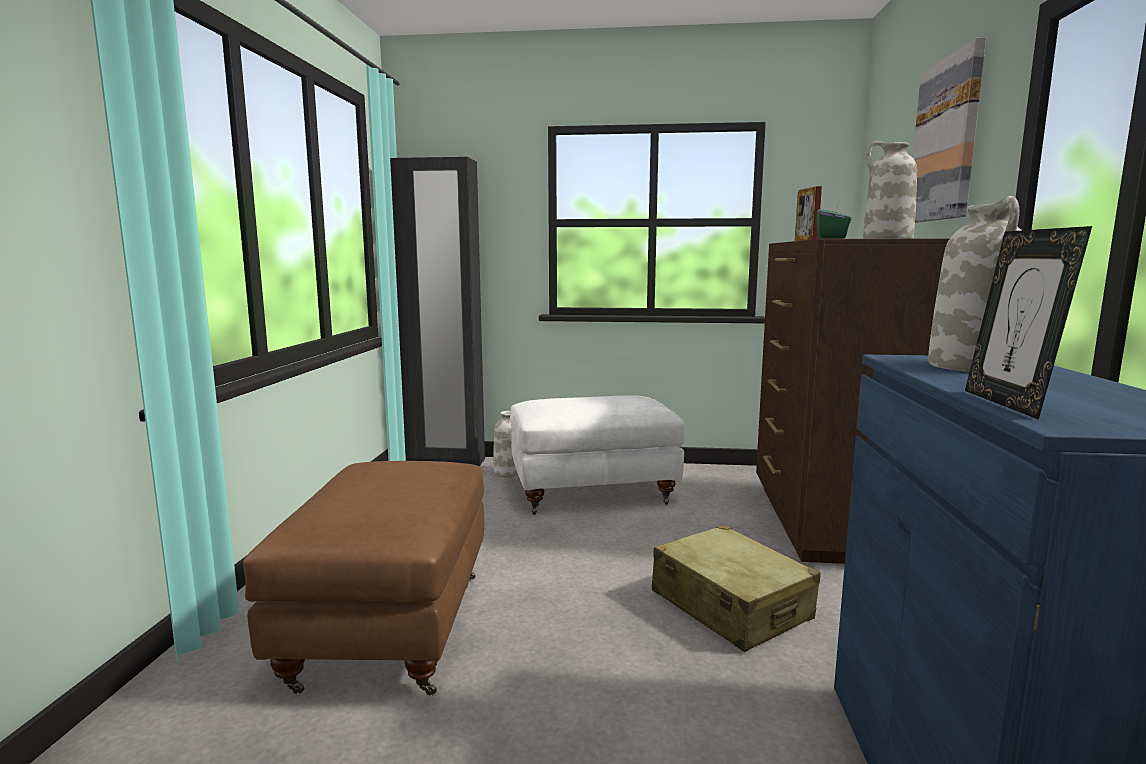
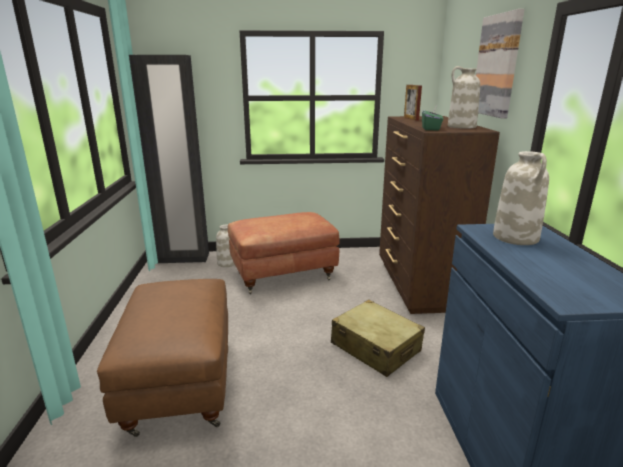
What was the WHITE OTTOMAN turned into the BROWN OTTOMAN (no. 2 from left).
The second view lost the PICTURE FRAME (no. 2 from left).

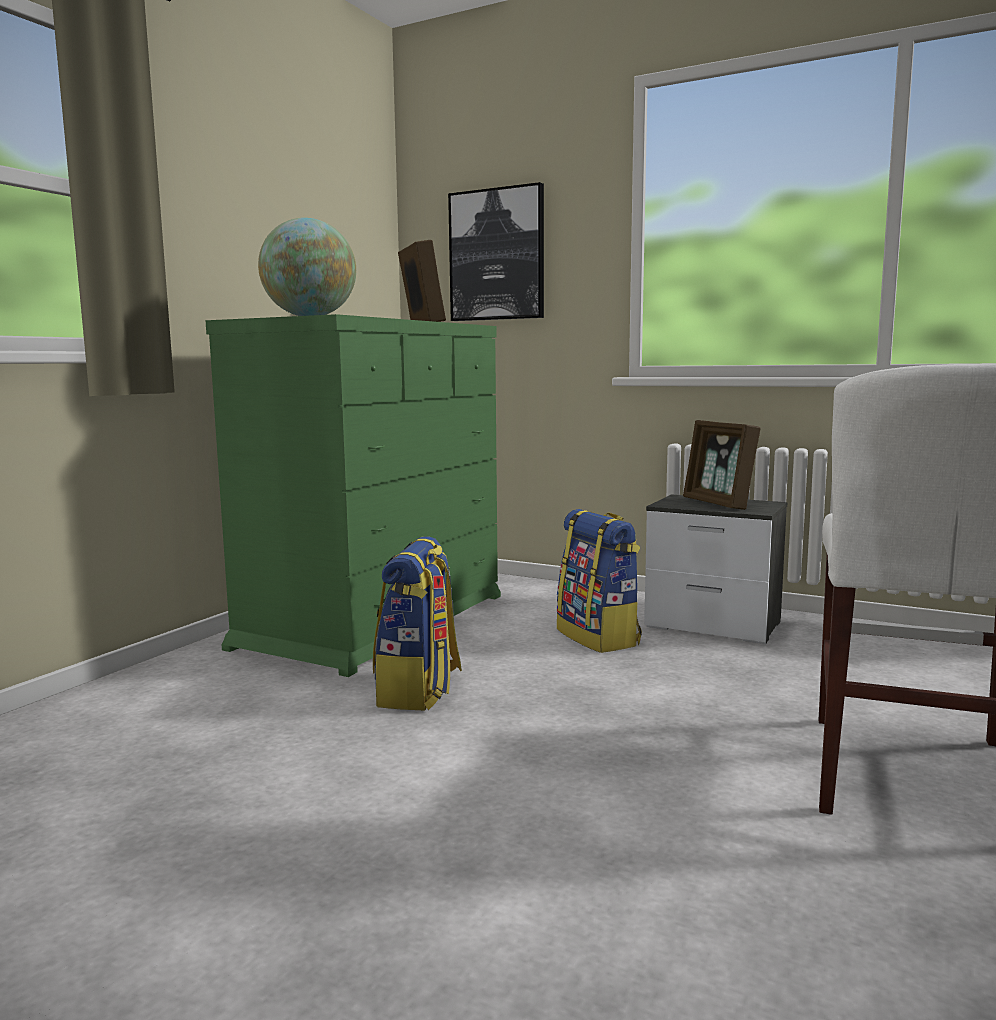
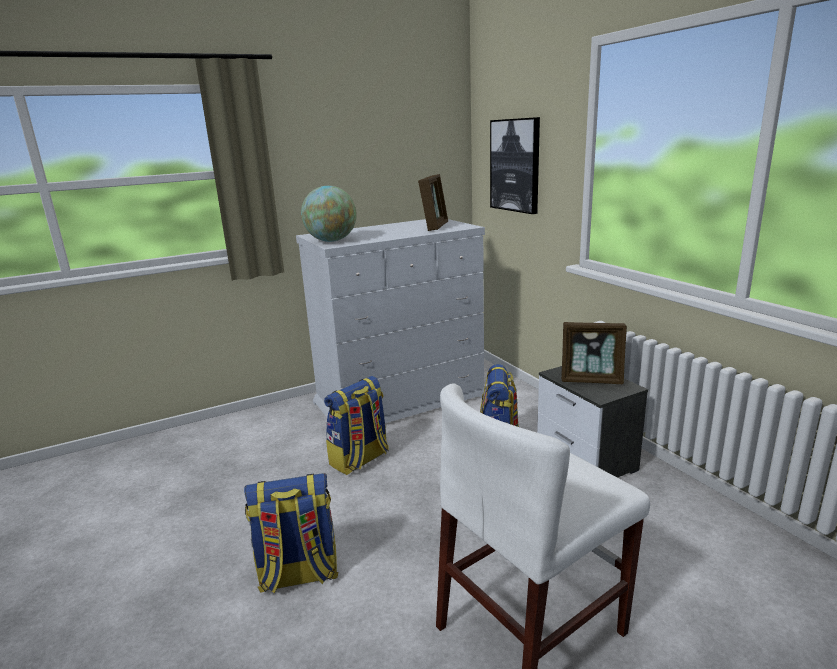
The second view gained the BACKPACK (no. 1 from left).
What was the GREEN DRESSER turned into the WHITE DRESSER.
The PICTURE FRAME (no. 2 from left) ended up facing another way, 90 degrees counterclockwise from before.

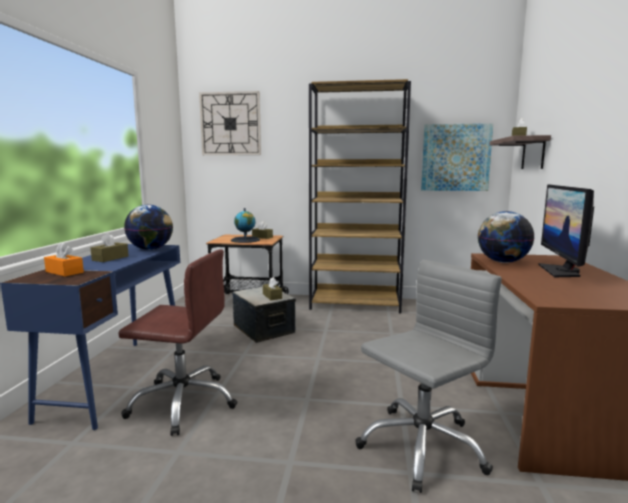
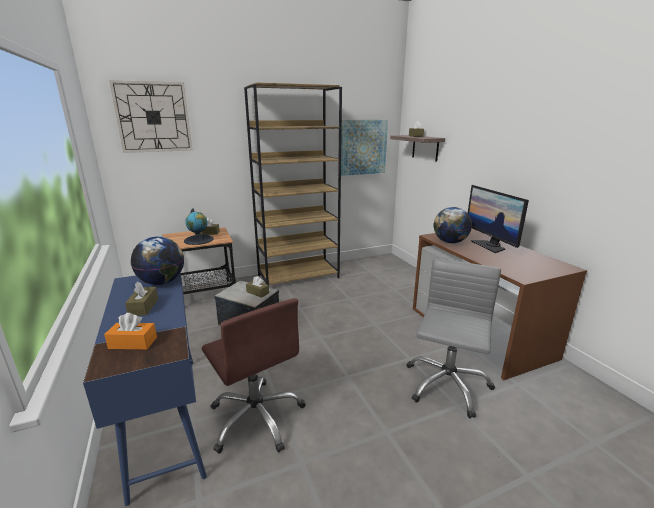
The BROWN OFFICE CHAIR ended up facing another way, 75 degrees clockwise from before.

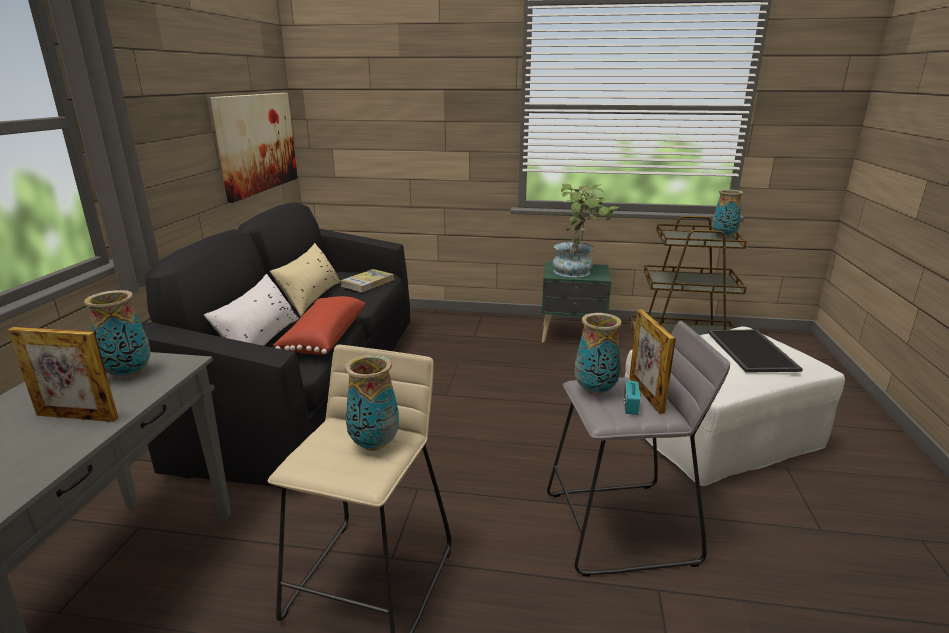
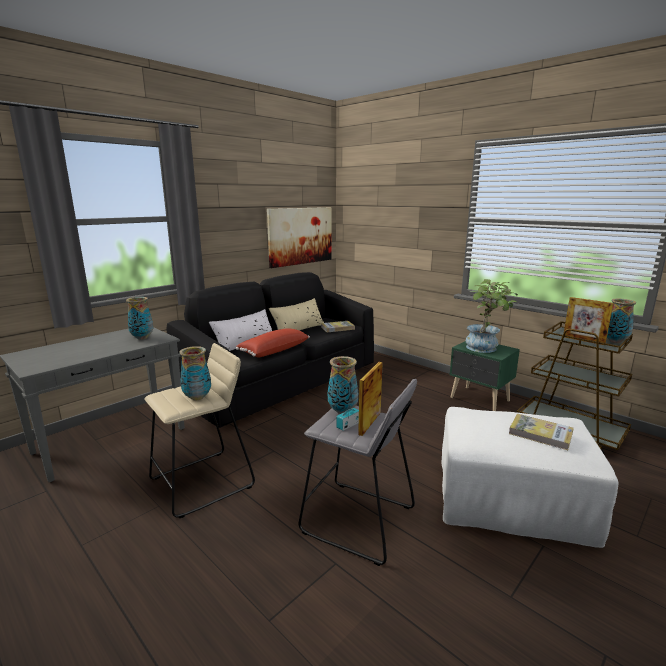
Where the TRAY stood, the BOOK (no. 2 from left) came to stand.
The PICTURE FRAME (no. 1 from left in the first image) ended up elsewhere.

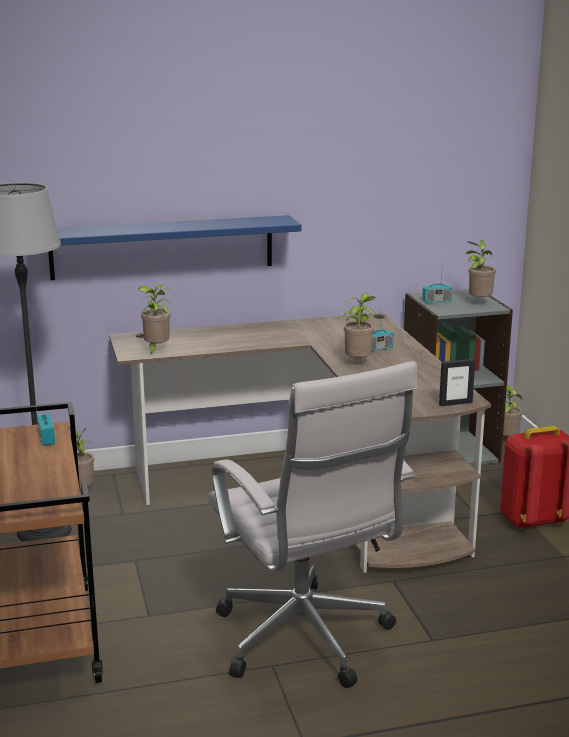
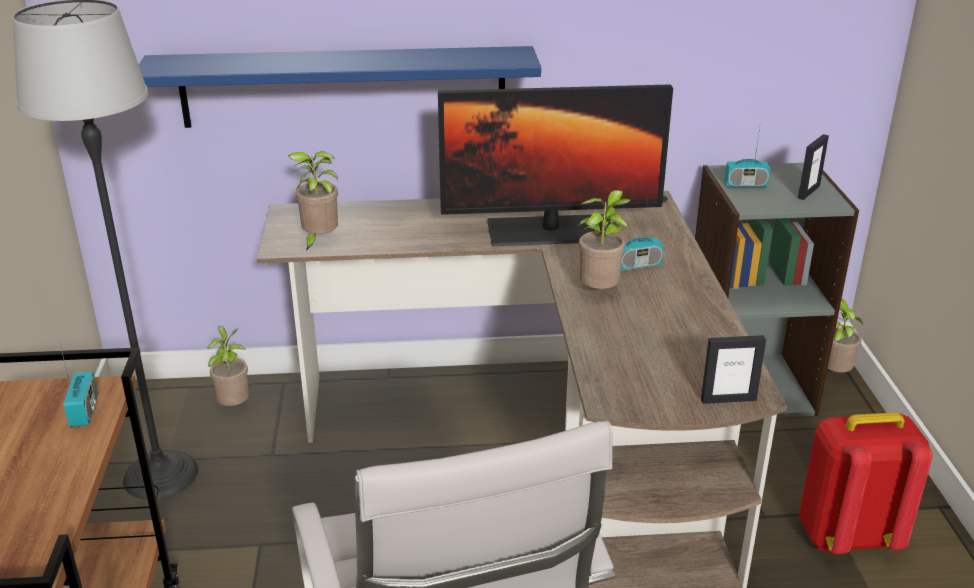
The second view gained the MONITOR.
Where the POTTED PLANT (no. 4 from left) stood, the PICTURE FRAME (no. 2 from left) came to stand.

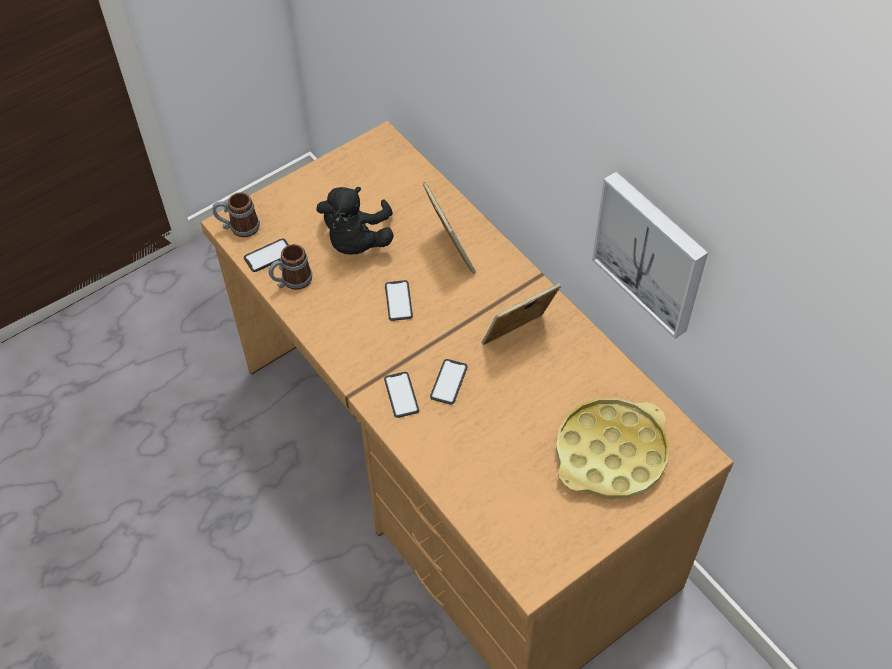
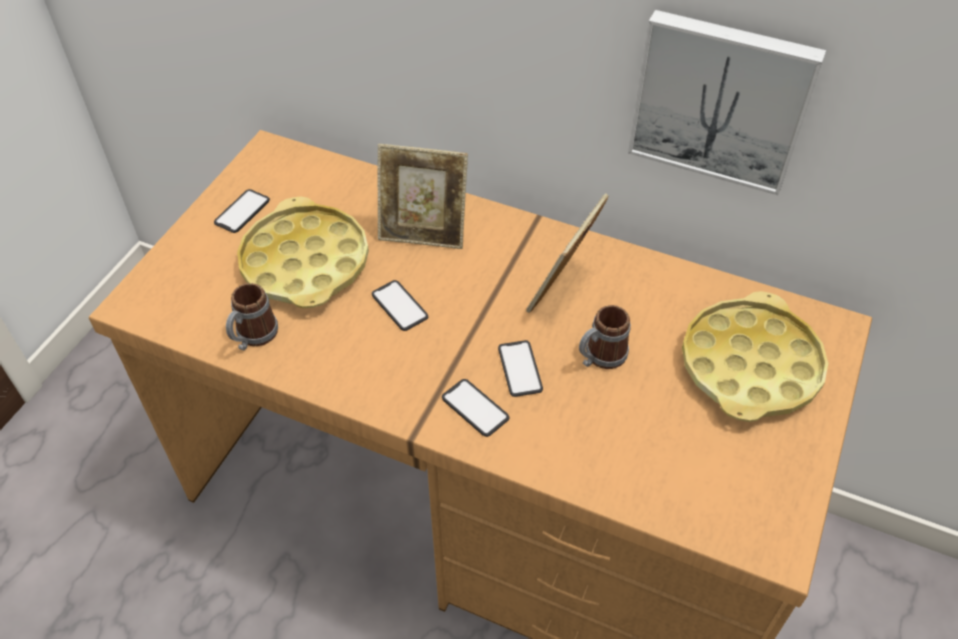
The PHONE (no. 1 from left) ended up elsewhere.
Where the BLACK PLUSH TOY stood, the YELLOW TRAY (no. 1 from left) came to stand.
The PICTURE FRAME (no. 1 from left) ended up facing another way, 150 degrees clockwise from before.
The MUG (no. 1 from left in the first image) ended up elsewhere.

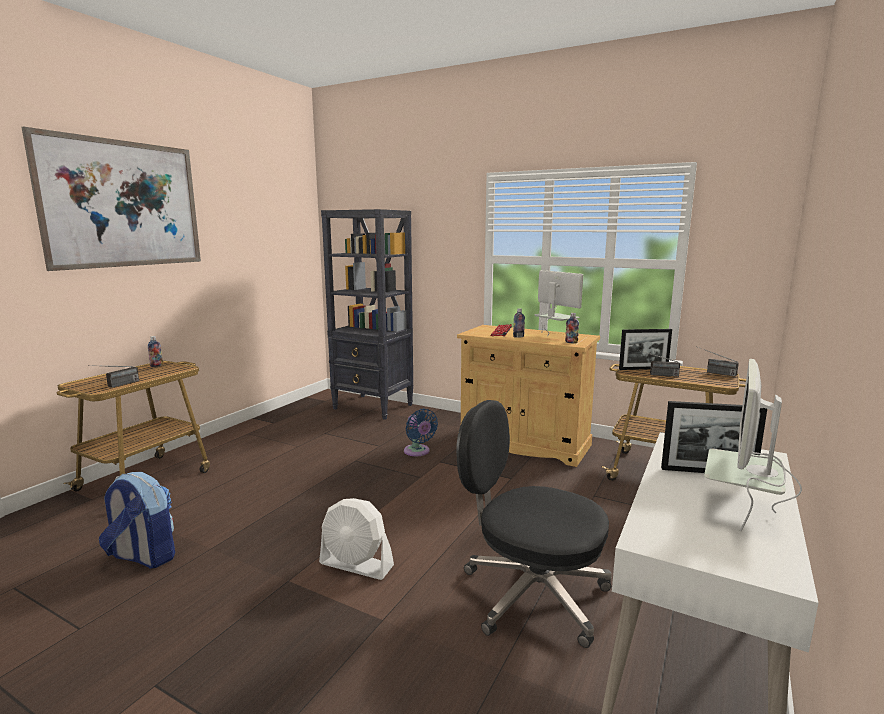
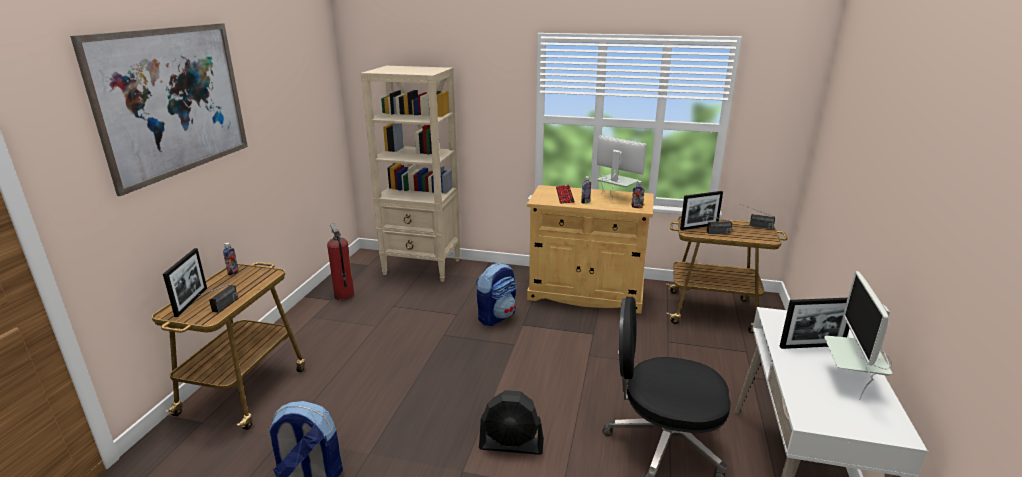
The second view gained the PICTURE FRAME (no. 1 from left).
The second view gained the FIRE EXTINGUISHER.
What was the BLACK BOOKCASE turned into the BEIGE BOOKCASE.
Where the BLUE FAN stood, the BACKPACK (no. 2 from left) came to stand.
What was the WHITE FAN turned into the BLACK FAN.

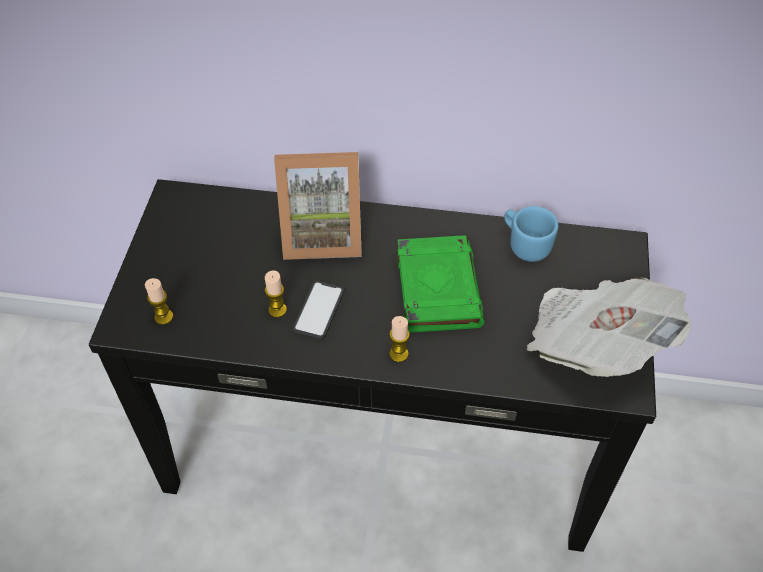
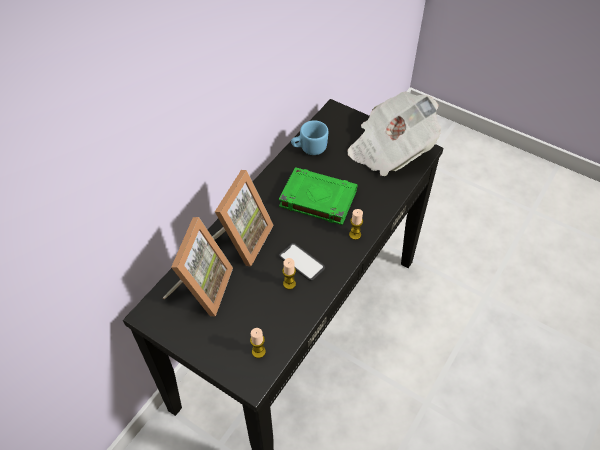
The second view gained the PICTURE FRAME (no. 1 from left).

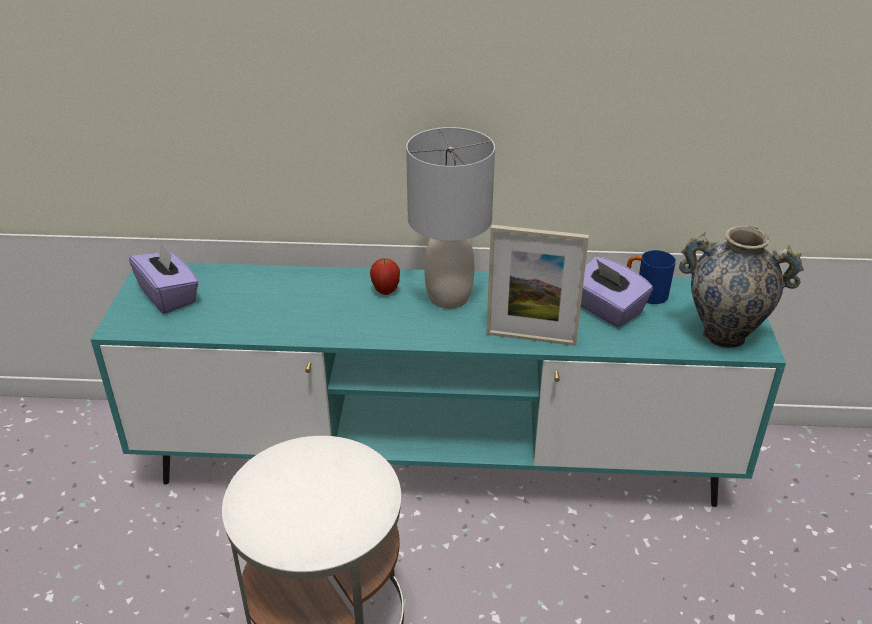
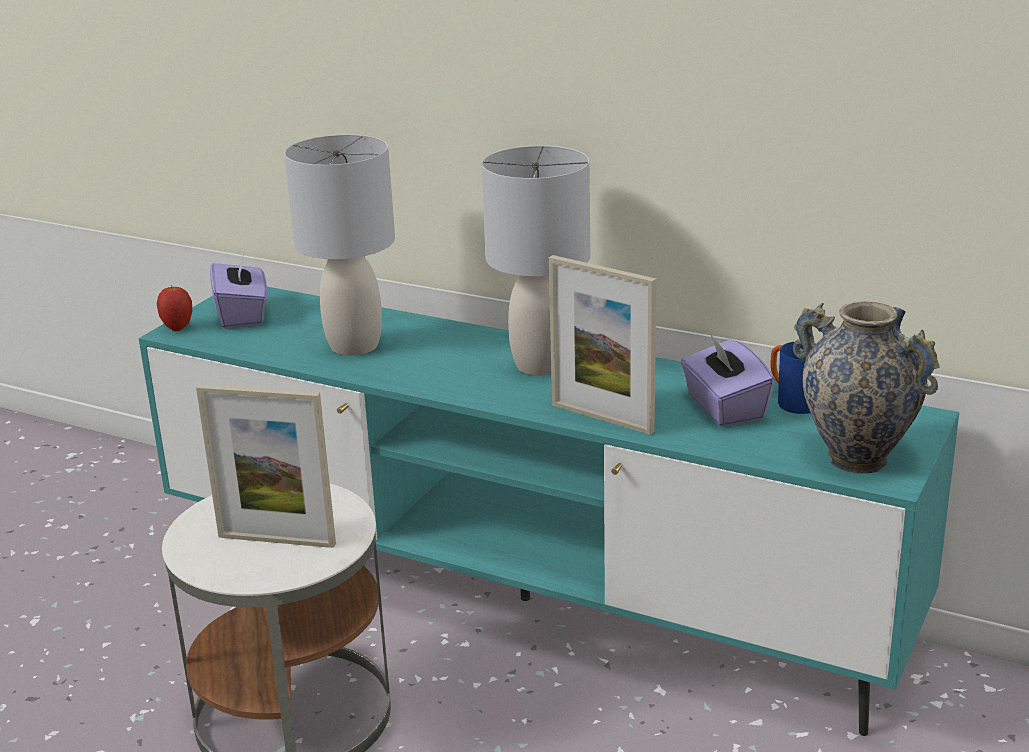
The APPLE ended up elsewhere.
The second view gained the PICTURE FRAME (no. 1 from left).
The second view gained the GREY TABLE LAMP (no. 1 from left).

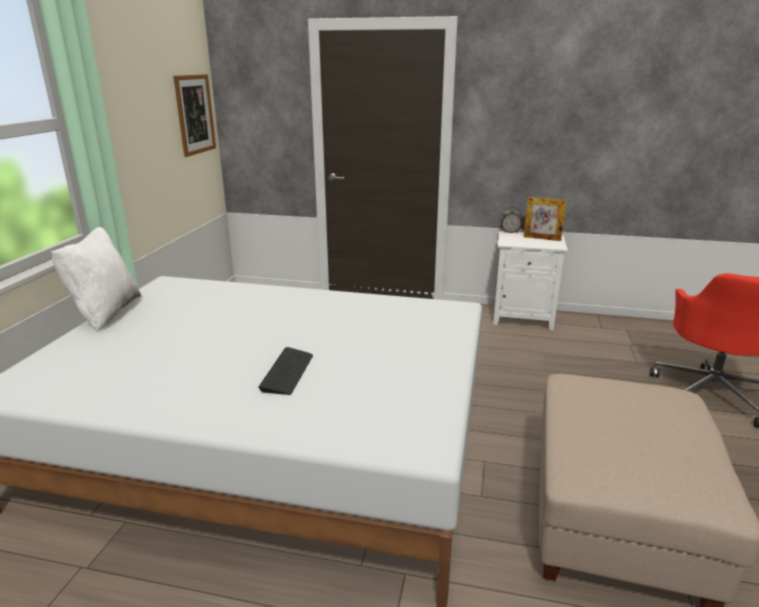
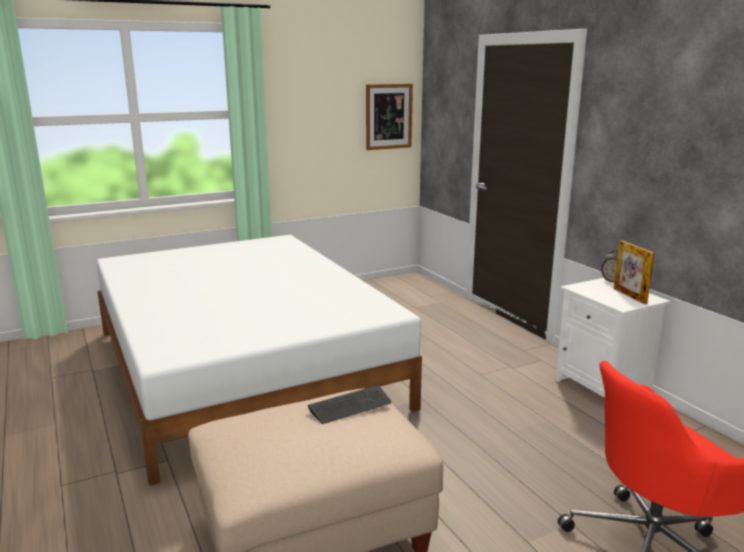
The KEYBOARD ended up elsewhere.
The second view lost the WHITE PILLOW.

